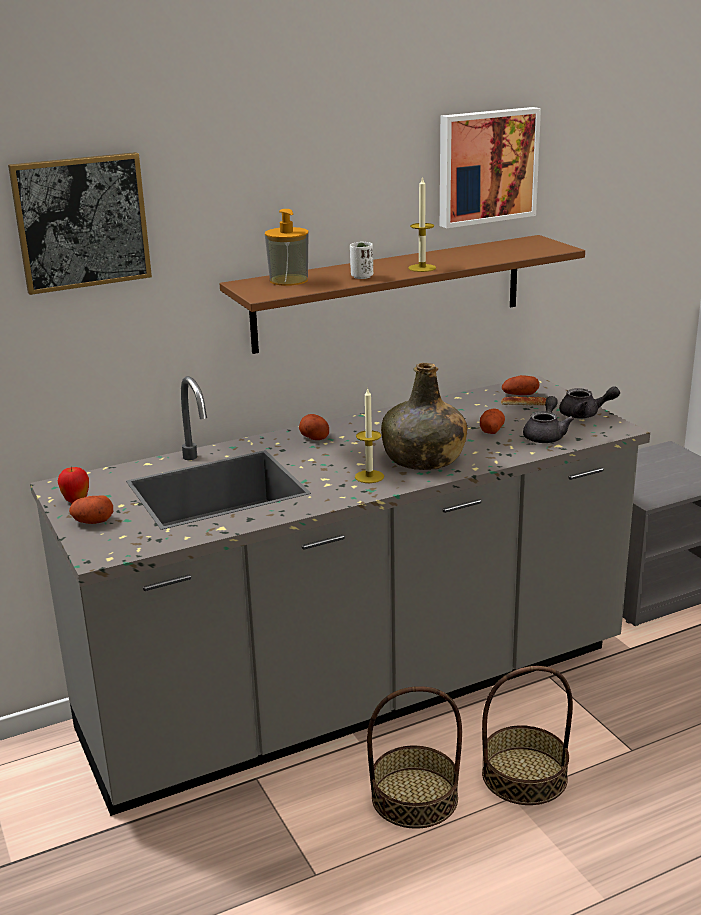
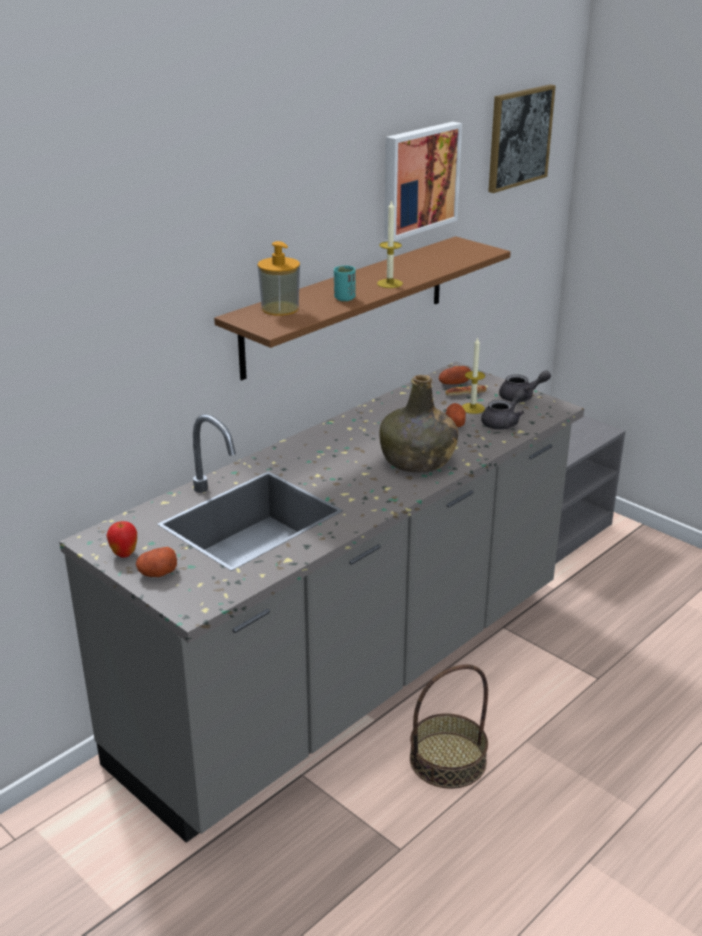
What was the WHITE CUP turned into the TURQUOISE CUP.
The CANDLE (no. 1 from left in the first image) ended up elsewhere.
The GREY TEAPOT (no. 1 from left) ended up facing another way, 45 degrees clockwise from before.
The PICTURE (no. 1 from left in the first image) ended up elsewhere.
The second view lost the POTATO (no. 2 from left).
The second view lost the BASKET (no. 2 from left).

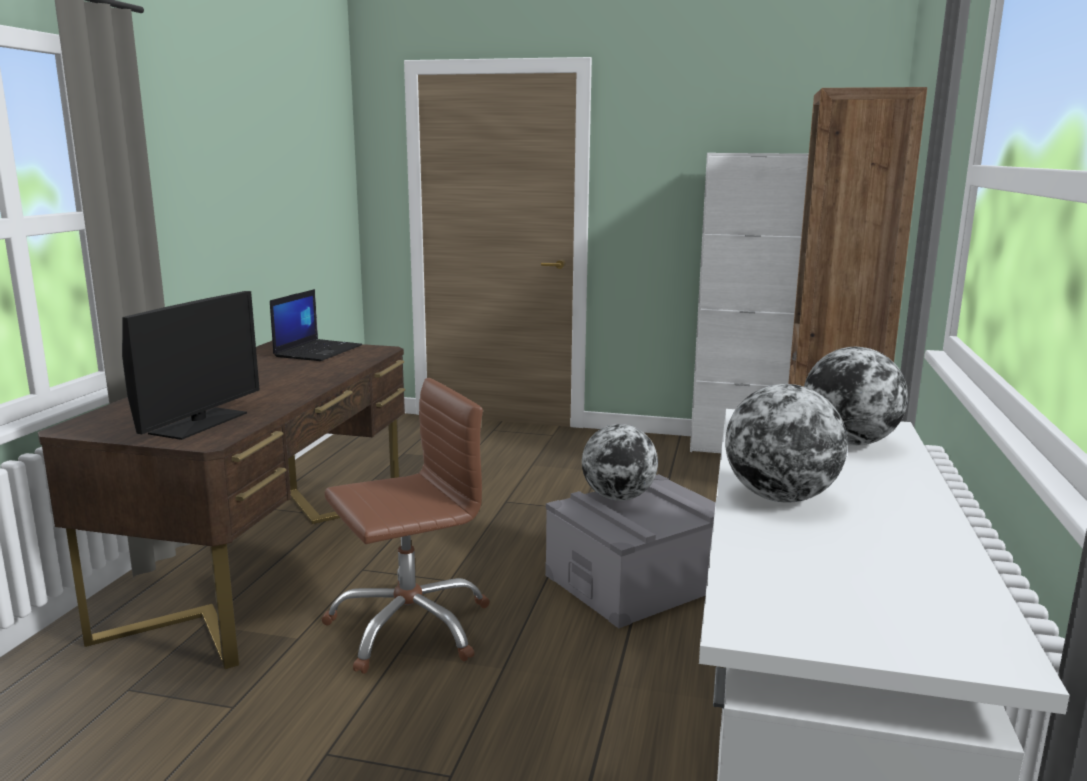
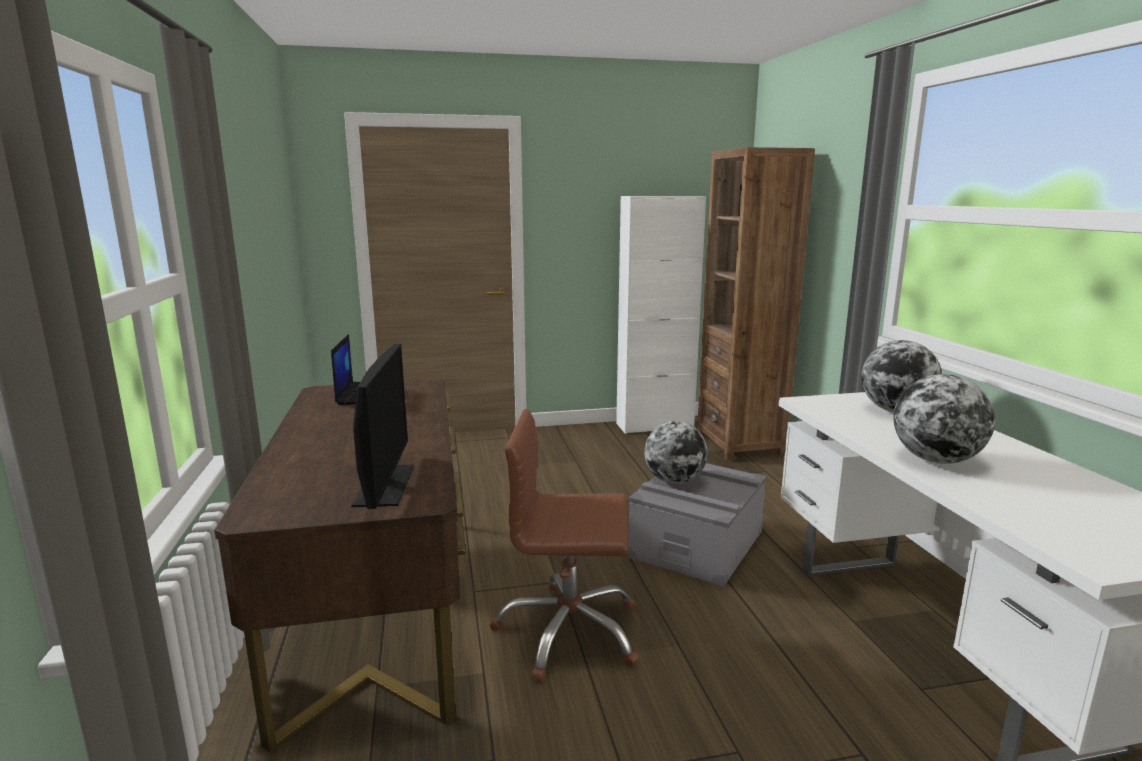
The BROWN OFFICE CHAIR ended up facing another way, 120 degrees counterclockwise from before.

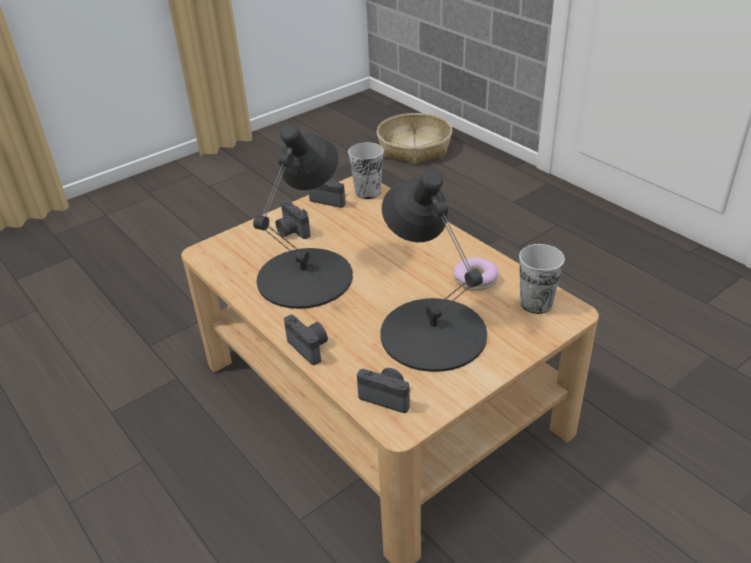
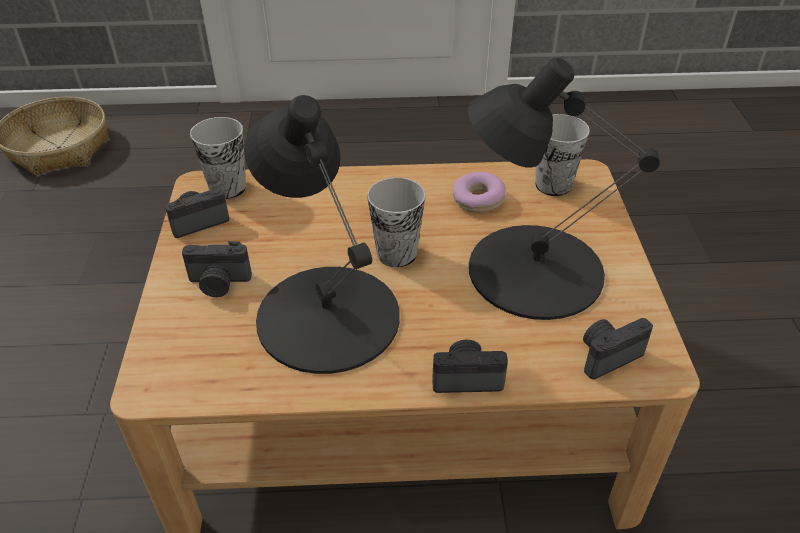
The second view gained the CUP (no. 2 from left).

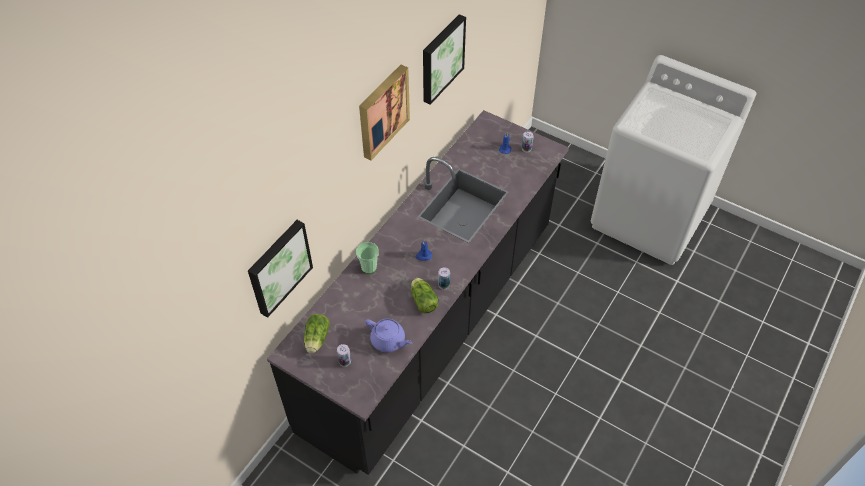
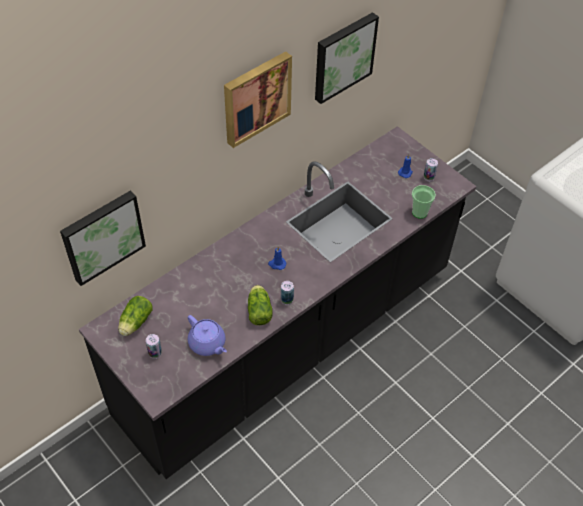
The CUP ended up elsewhere.

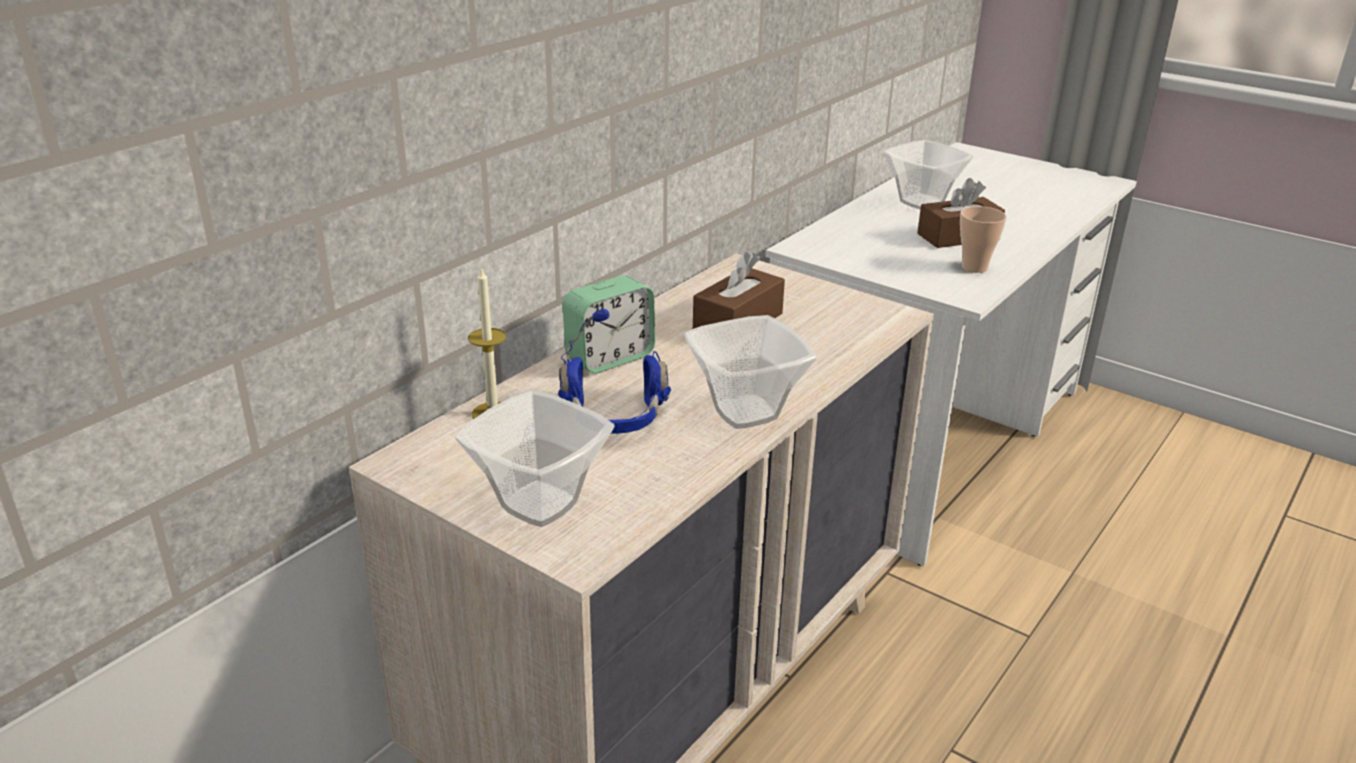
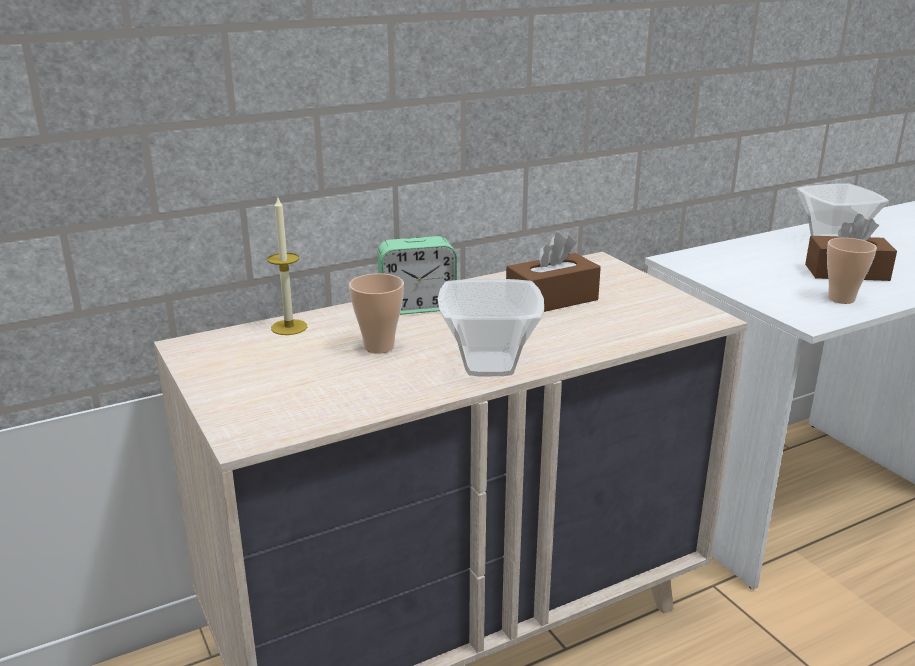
Where the BLUE HEADPHONES stood, the CUP (no. 1 from left) came to stand.
The second view lost the BOWL (no. 1 from left).

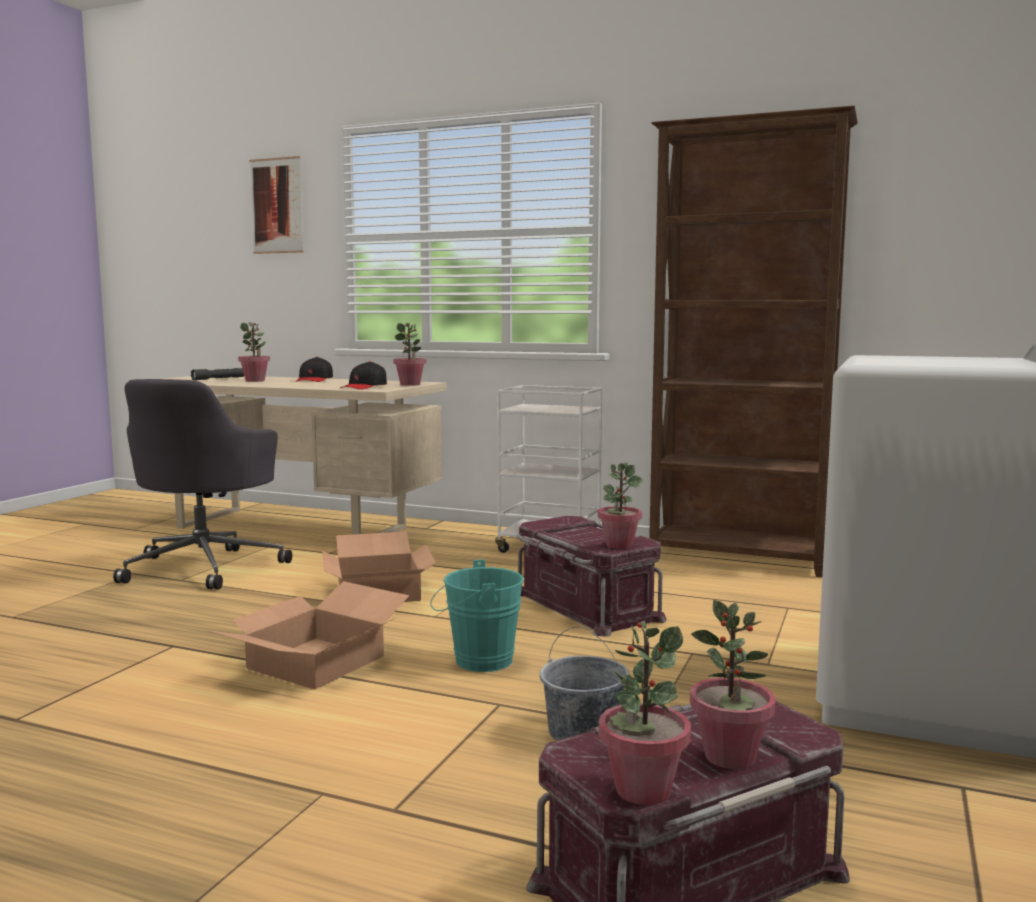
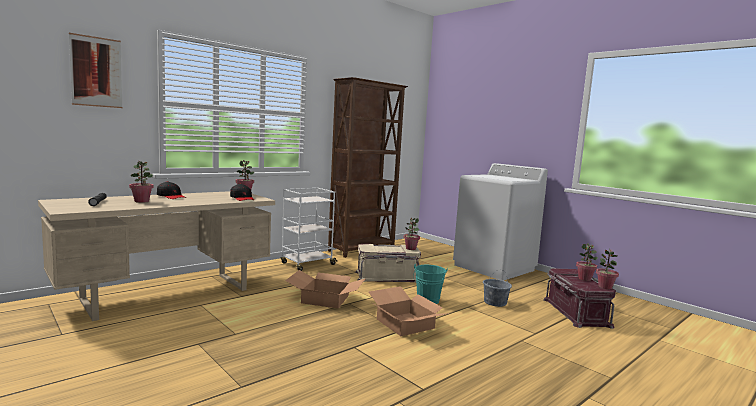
What was the RED STORAGE BOX (no. 1 from left) turned into the BEIGE STORAGE BOX.
The second view lost the GREY OFFICE CHAIR.

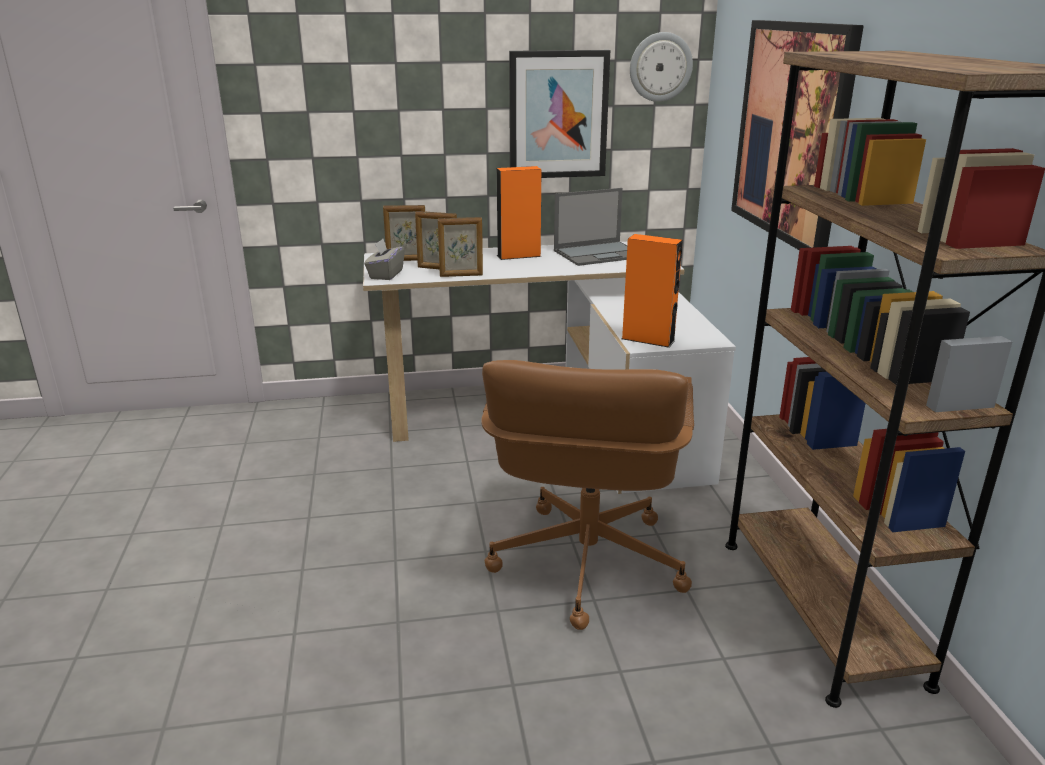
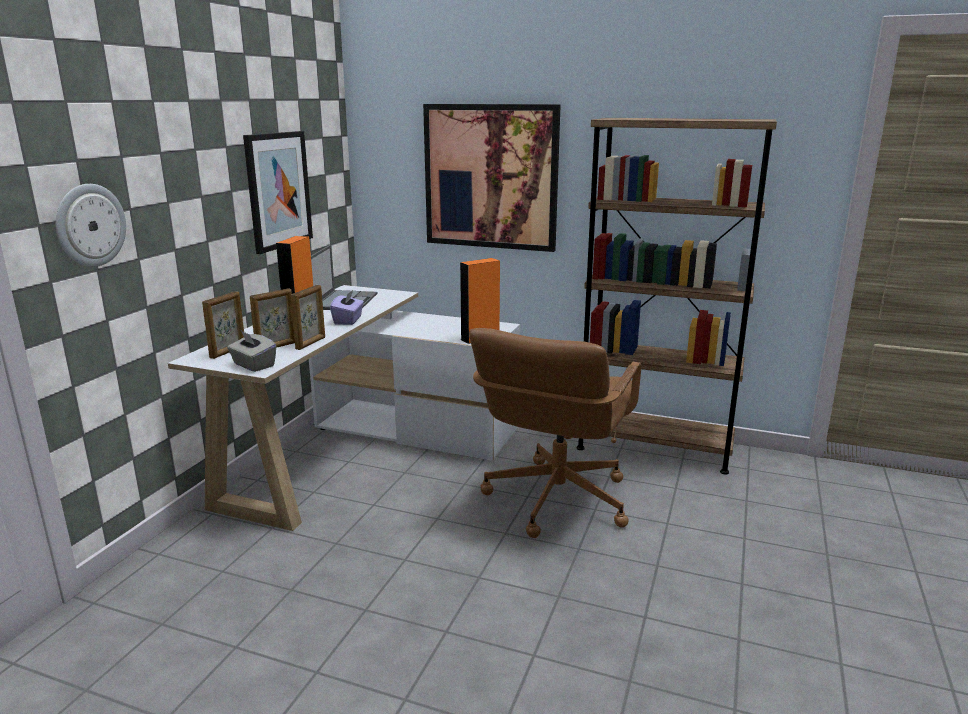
The WALL CLOCK ended up elsewhere.
The second view gained the PURPLE TISSUE BOX.
The BROWN OFFICE CHAIR ended up facing another way, 75 degrees clockwise from before.

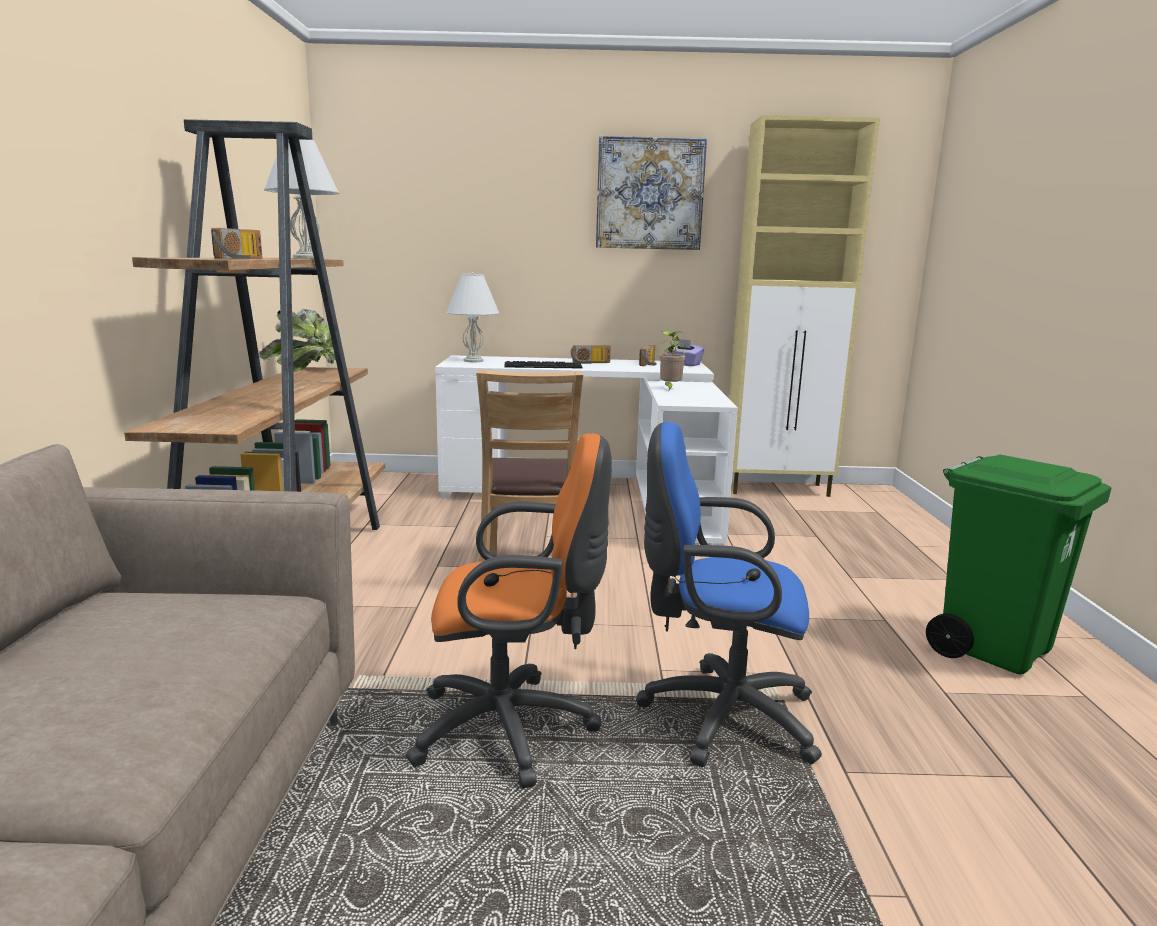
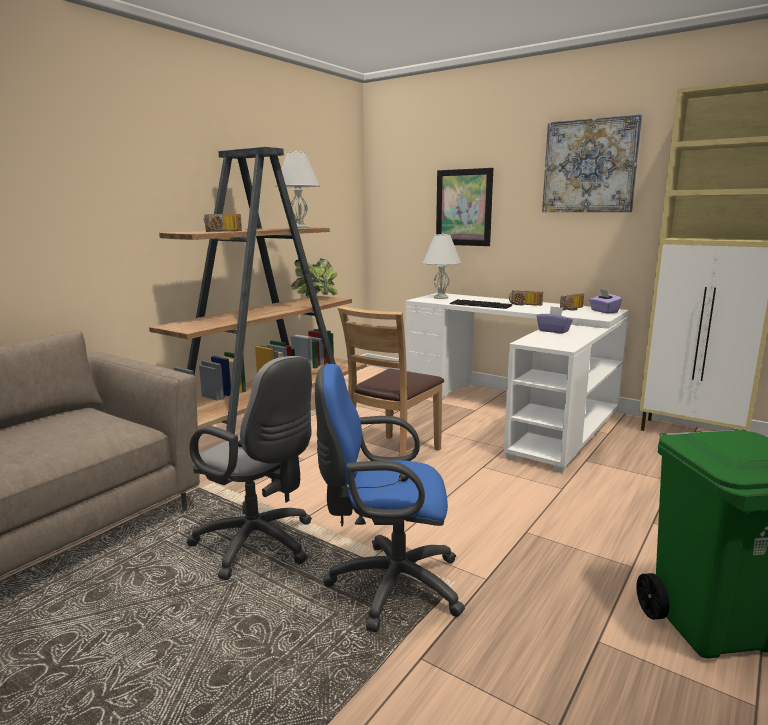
What was the ORANGE OFFICE CHAIR turned into the GREY OFFICE CHAIR.
The BLUE OFFICE CHAIR ended up facing another way, 45 degrees counterclockwise from before.
The second view gained the PICTURE (no. 1 from left).
Where the POTTED PLANT (no. 2 from left) stood, the PURPLE TISSUE BOX (no. 1 from left) came to stand.

